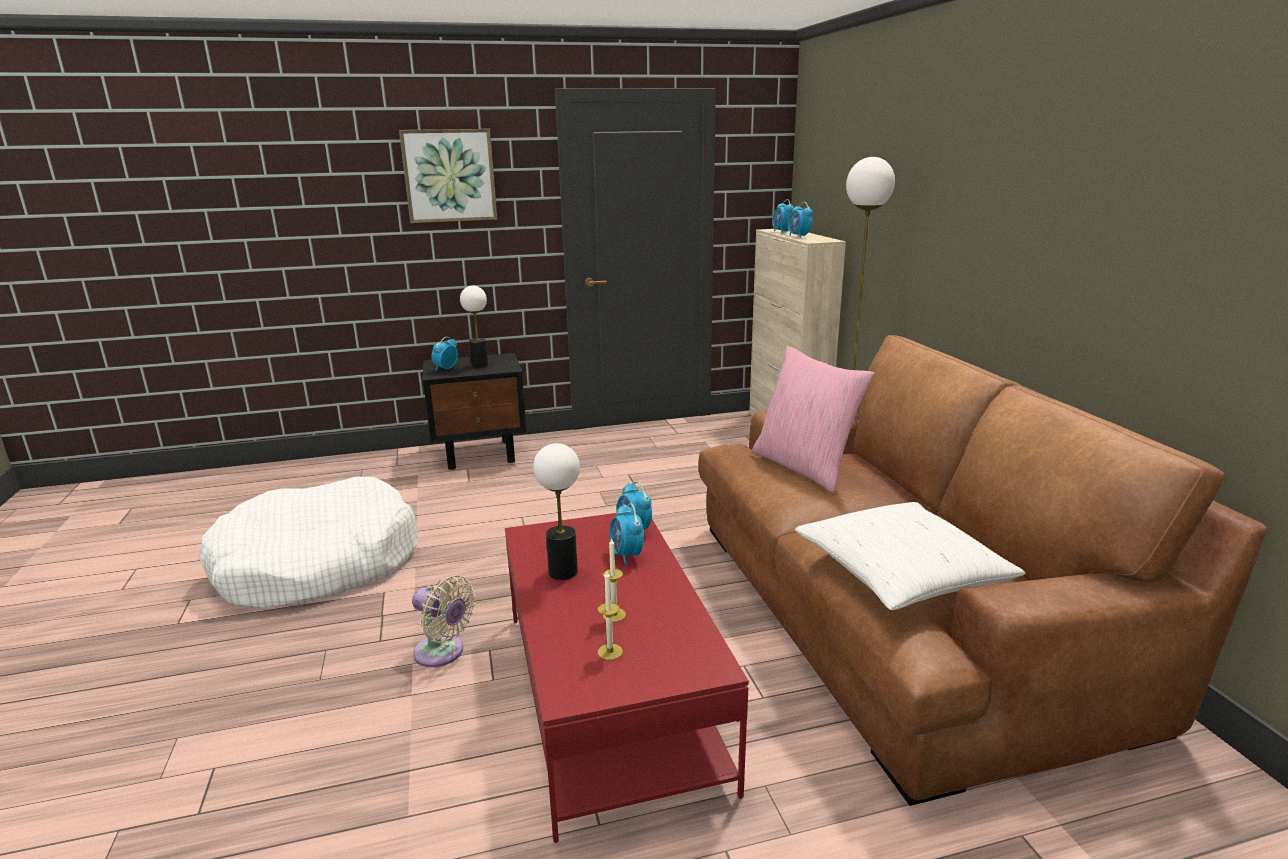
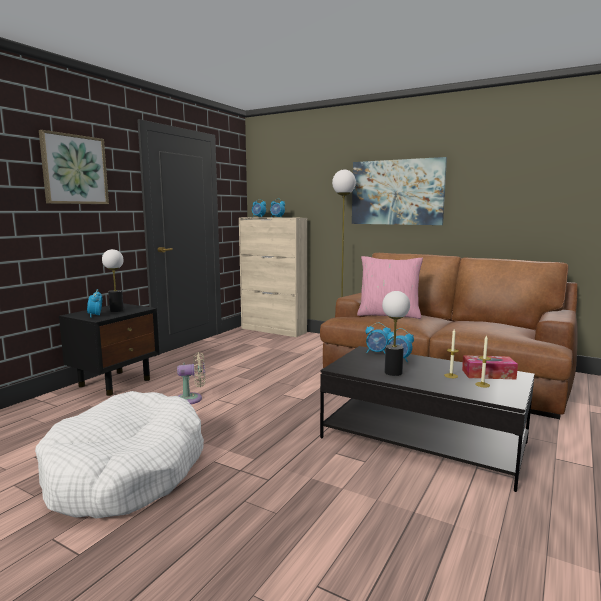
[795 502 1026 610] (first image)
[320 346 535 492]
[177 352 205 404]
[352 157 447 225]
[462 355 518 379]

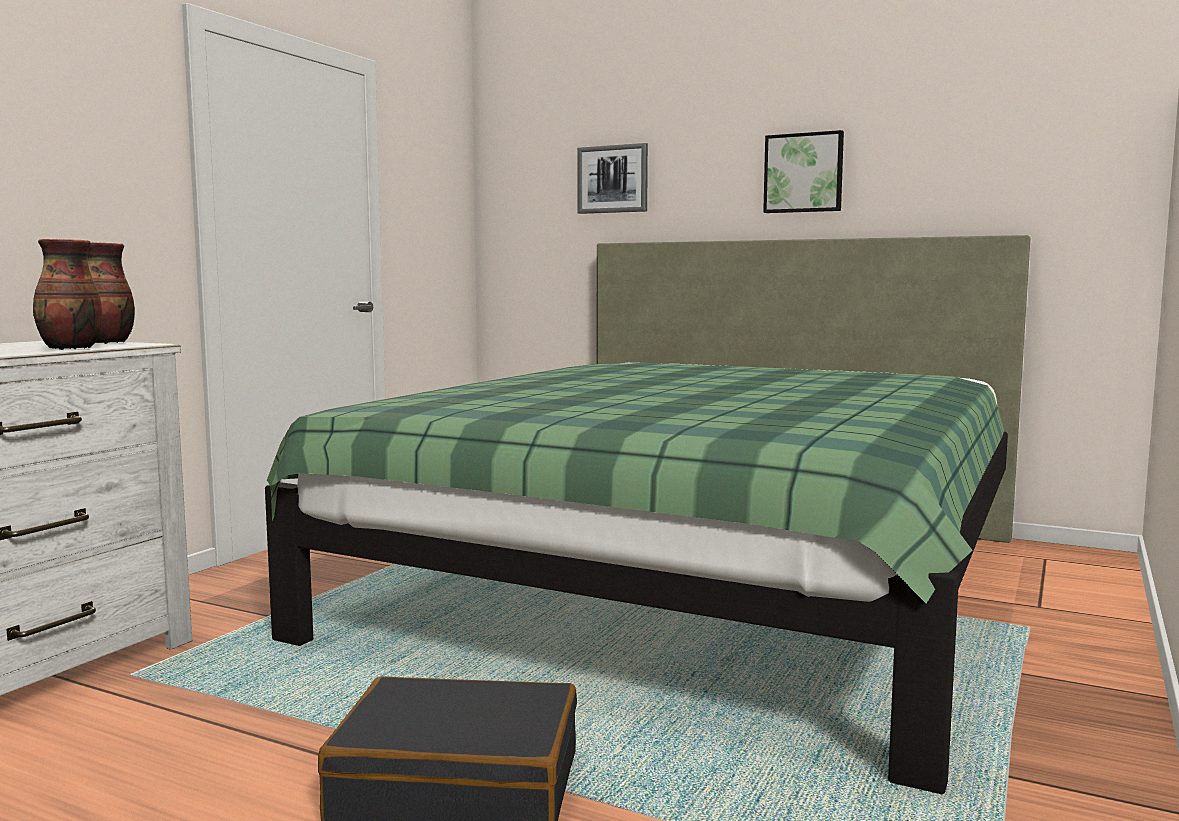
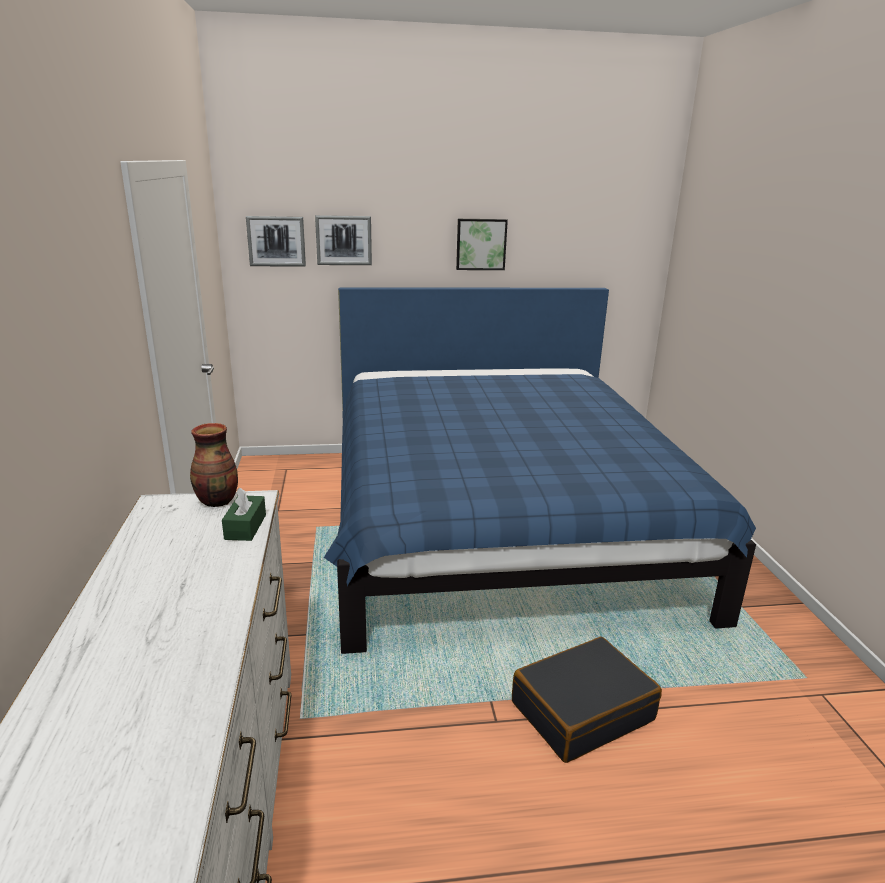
[324 287 756 654]
[222 487 266 541]
[246 216 306 267]

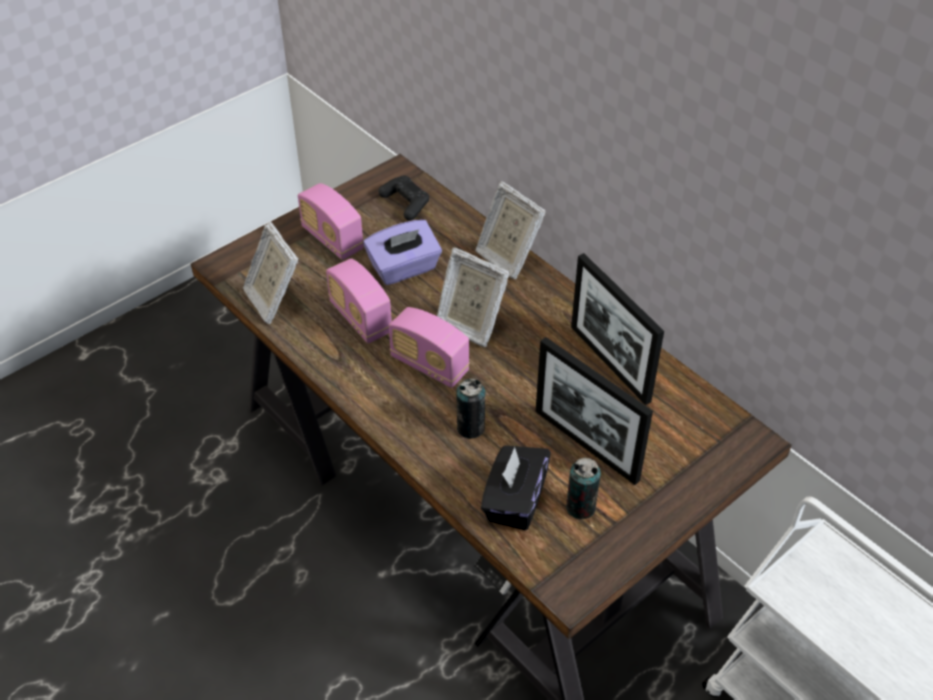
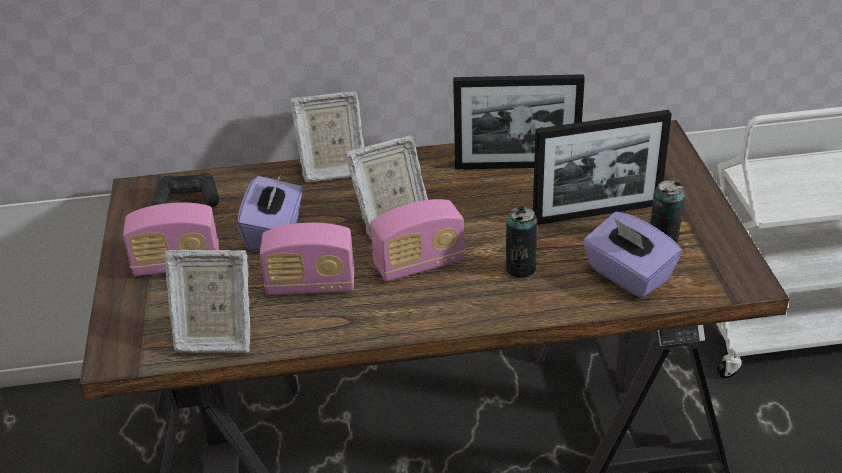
[583 212 682 298]

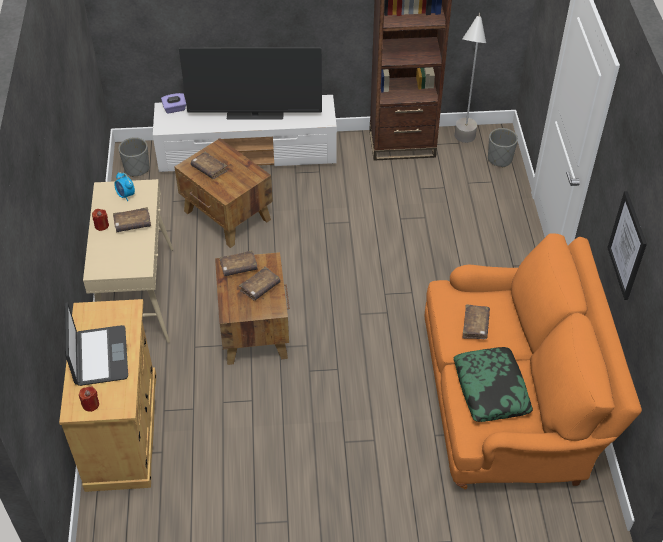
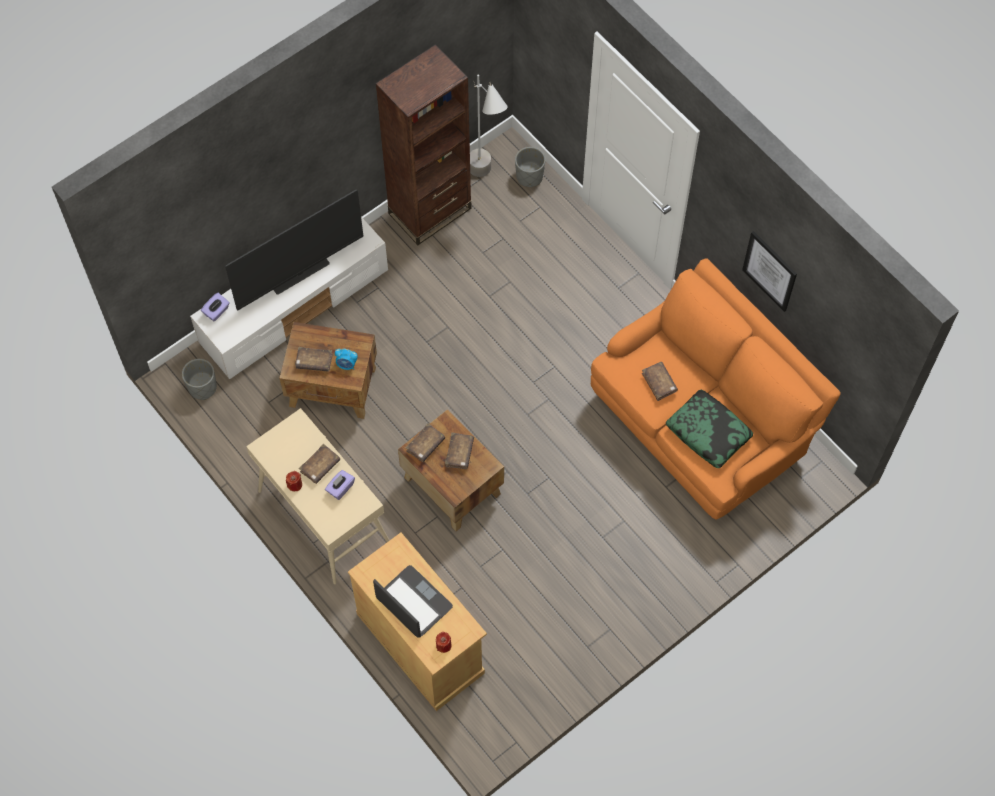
[335 349 358 370]
[325 470 355 500]

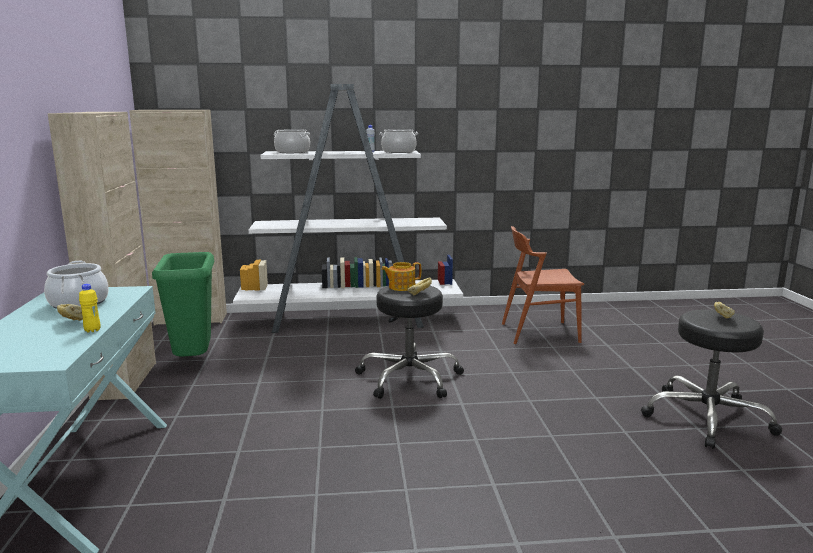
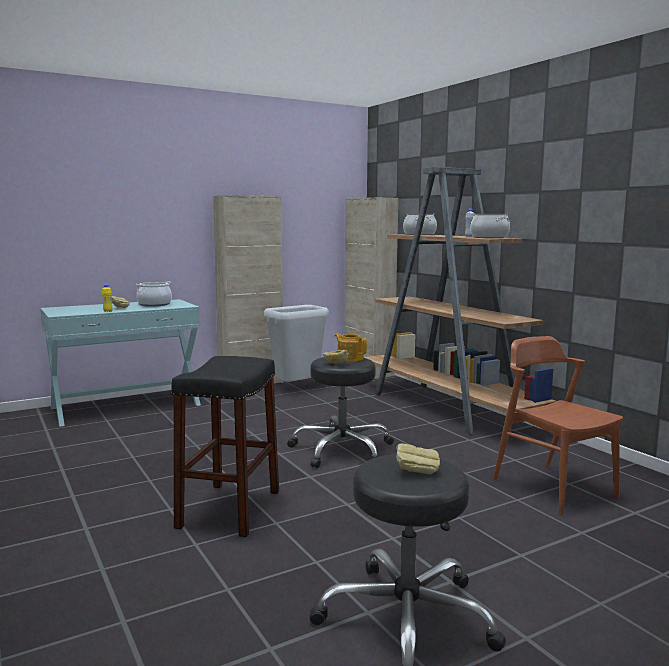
[363 167 556 435]
[264 305 329 382]
[171 356 279 537]

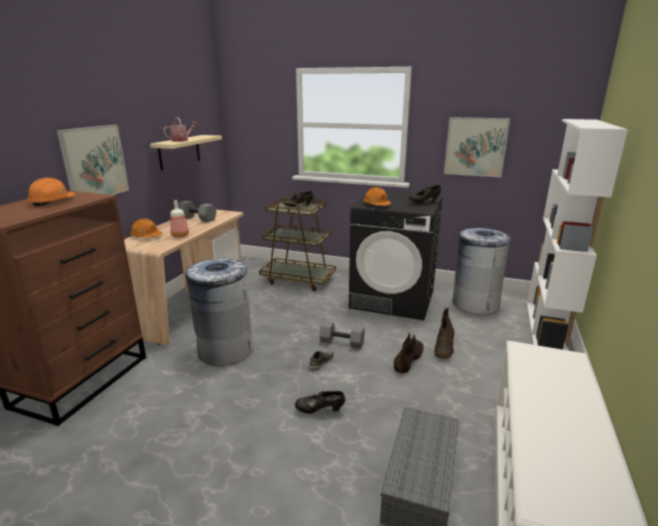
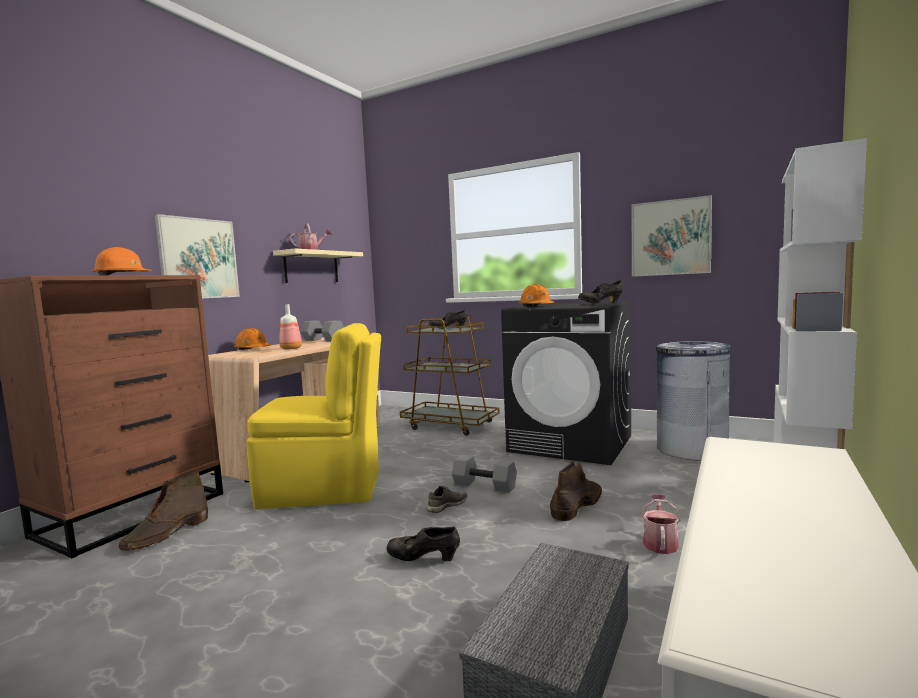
[247 323 381 510]
[118 471 208 551]
[641 494 681 554]

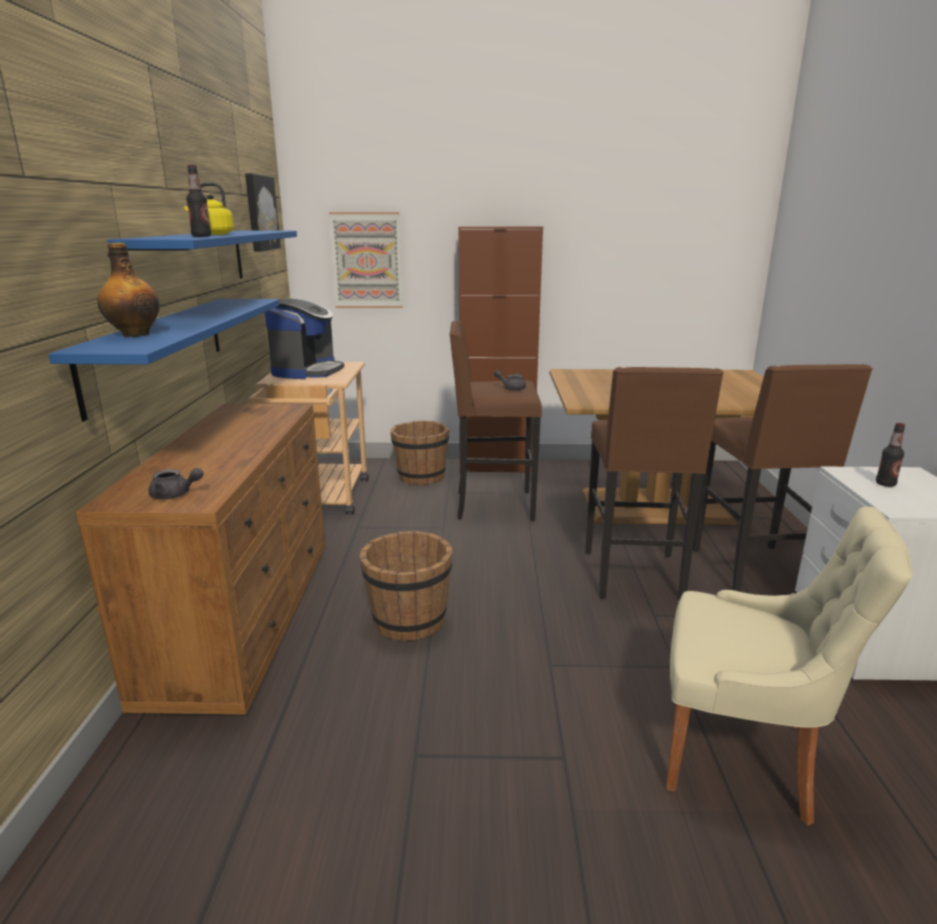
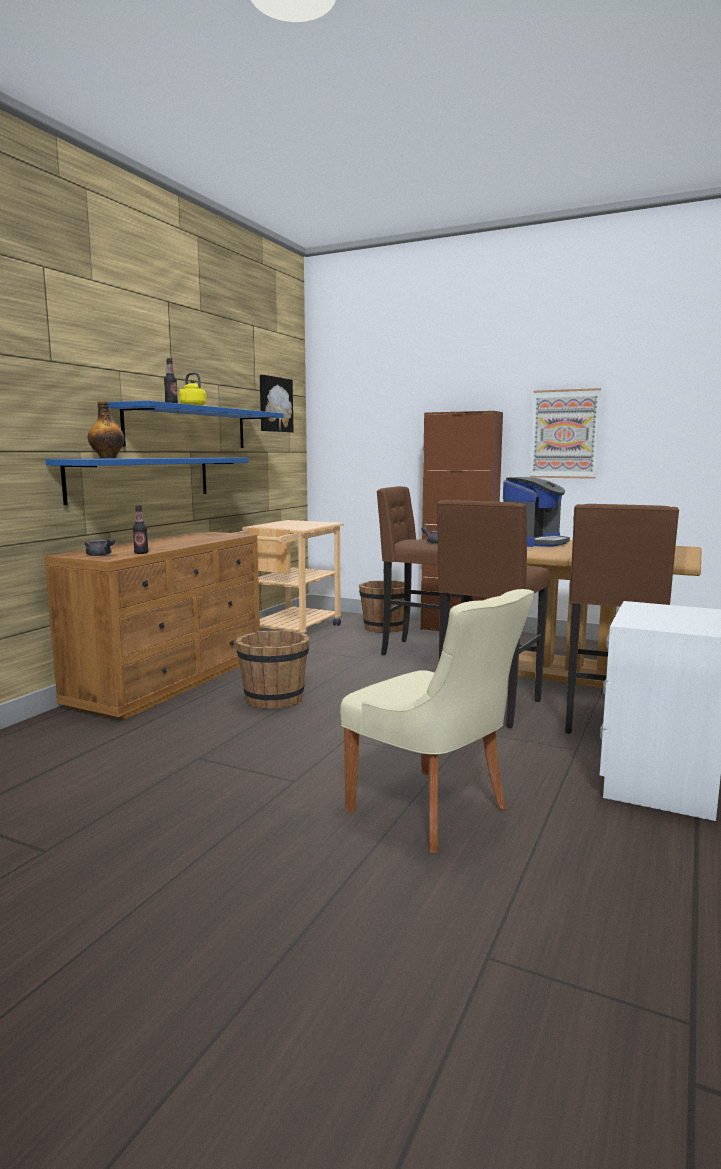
[530 388 601 479]
[503 477 570 547]
[133 505 149 554]

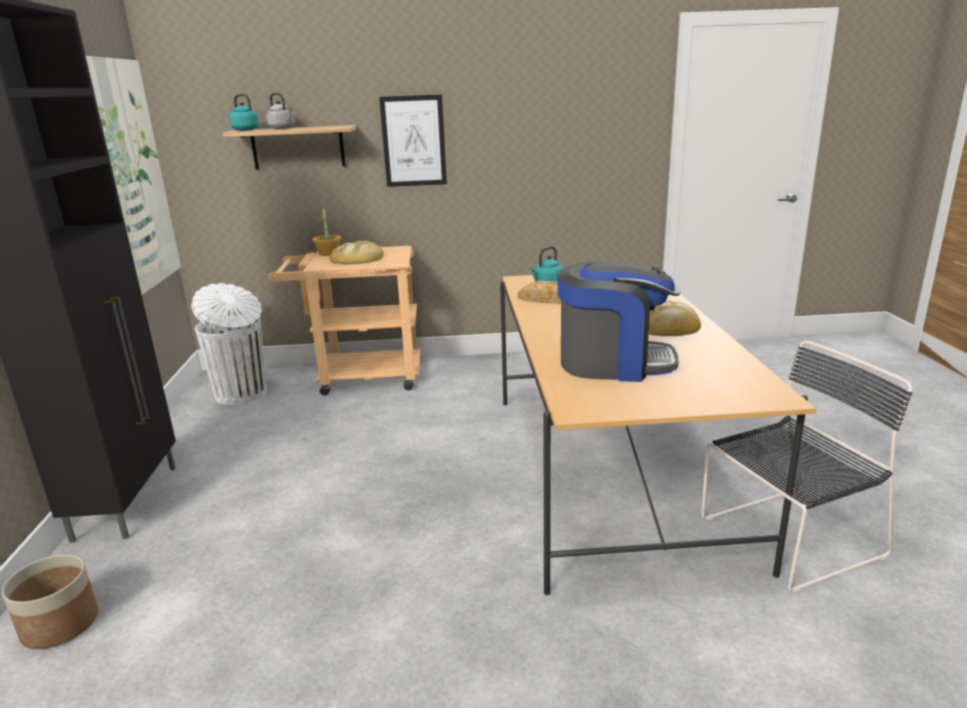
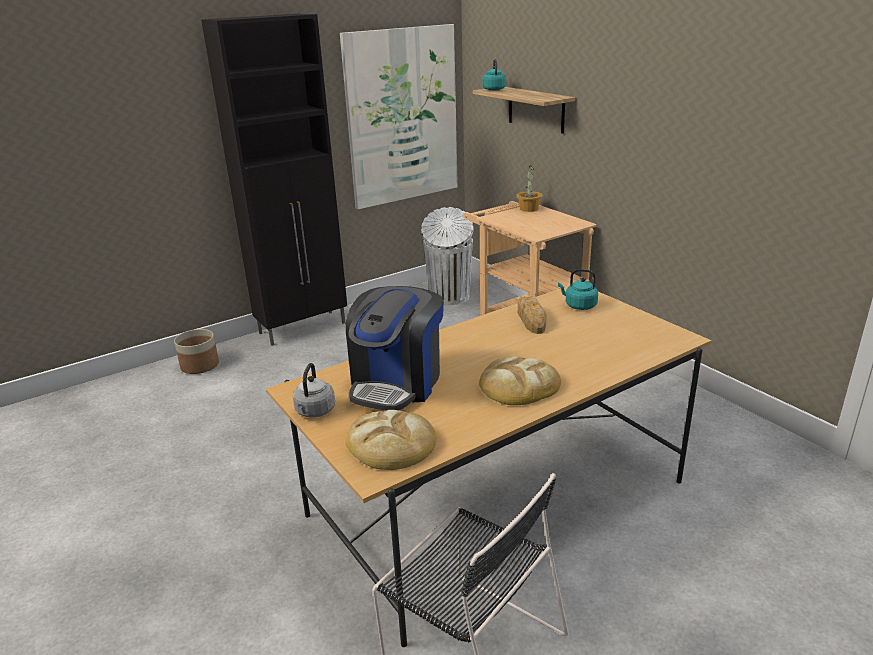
[293 363 335 418]
[379 95 447 187] (first image)
[345 410 436 470]
[346 286 444 411]

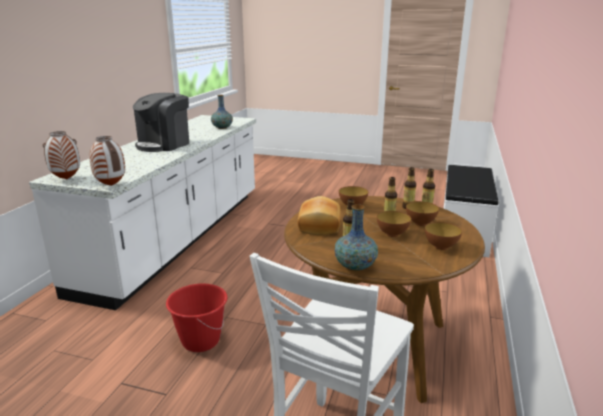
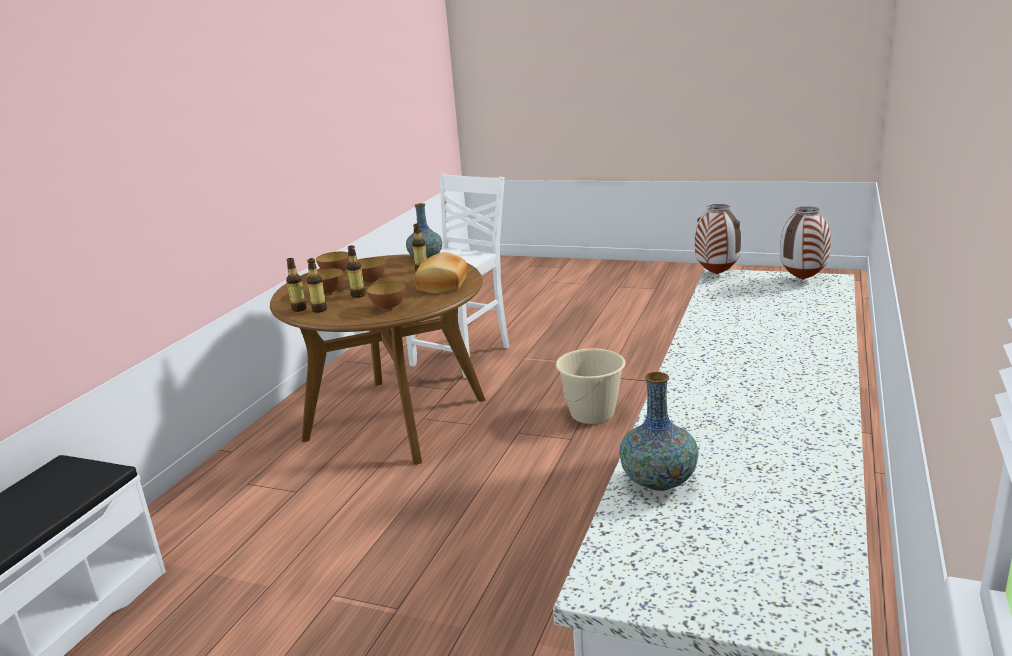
[133 93 189 152] (first image)
[556 348 626 424]

